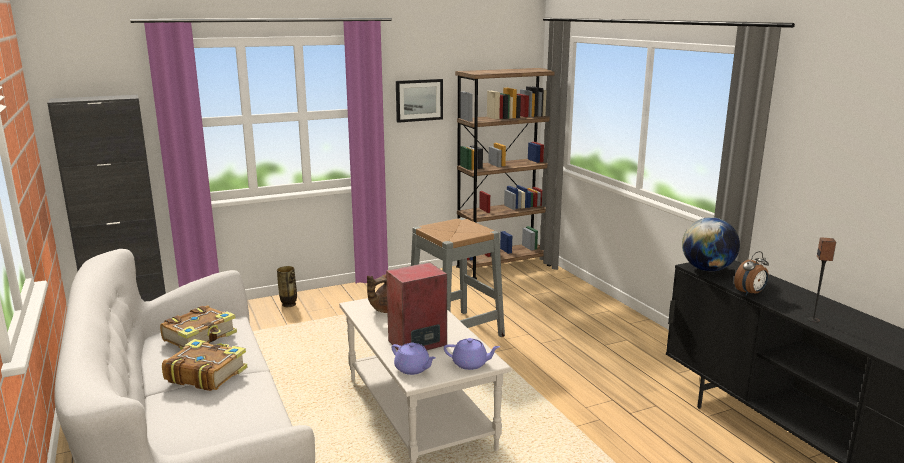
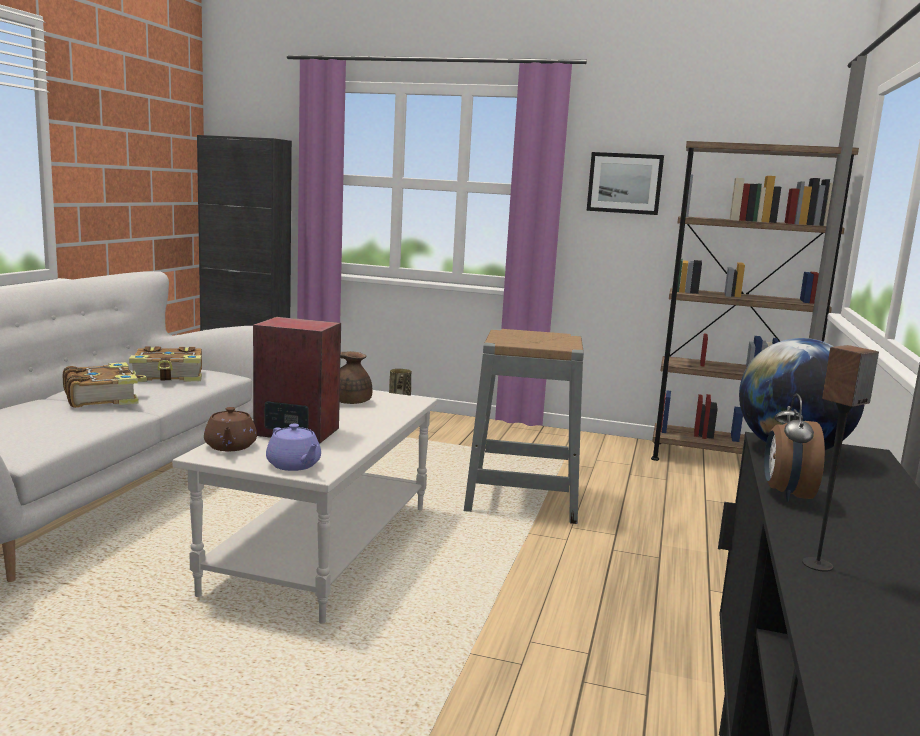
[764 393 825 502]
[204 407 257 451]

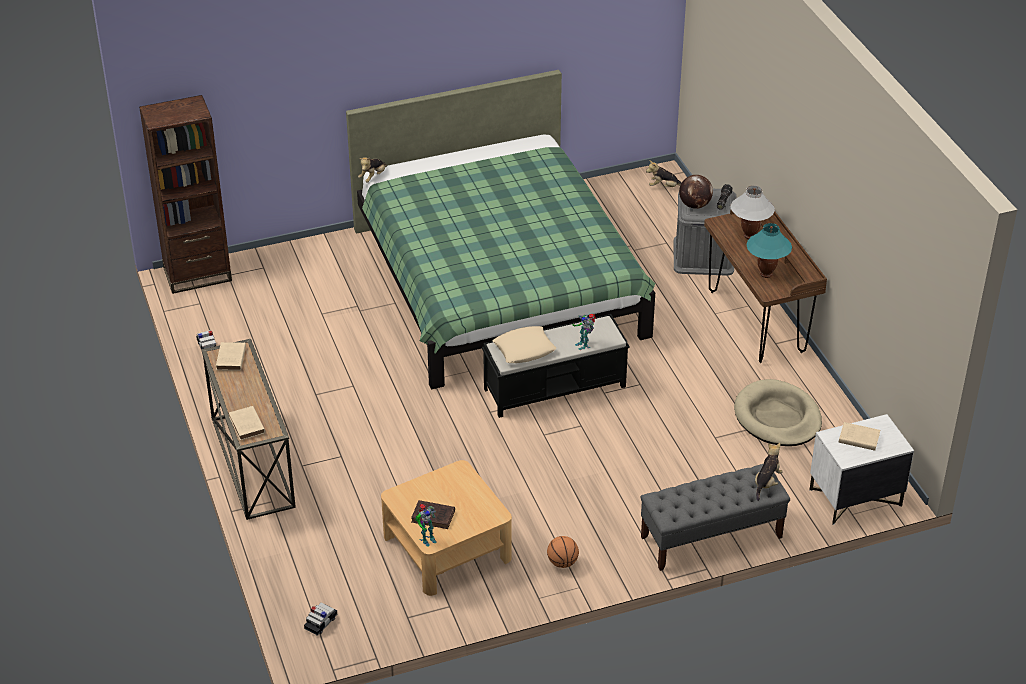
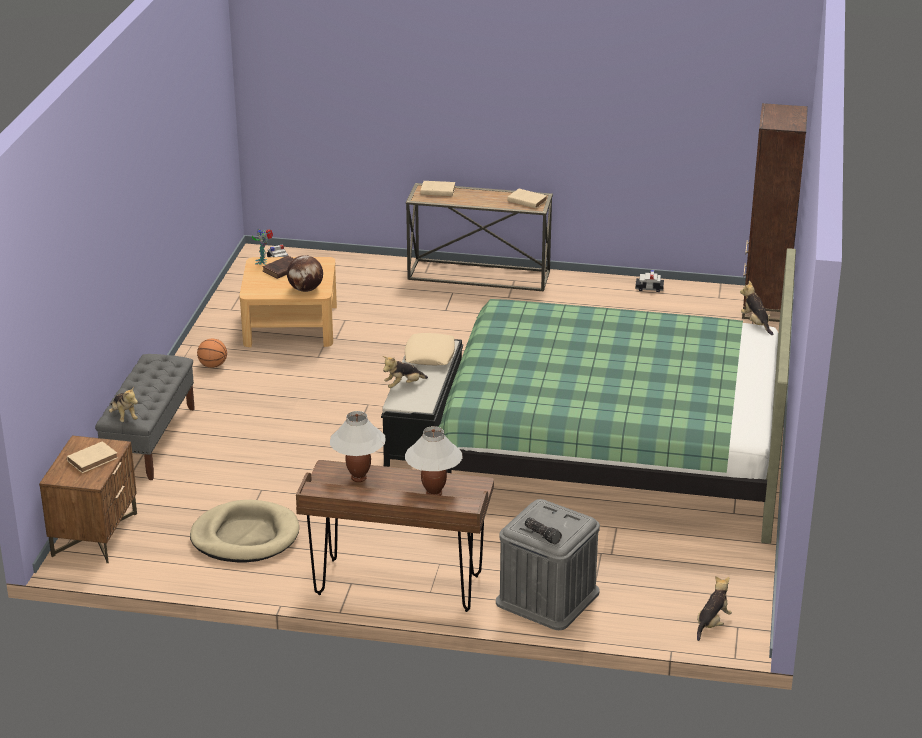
[287 255 323 292]
[330 411 385 482]
[383 356 428 388]
[39 435 137 563]

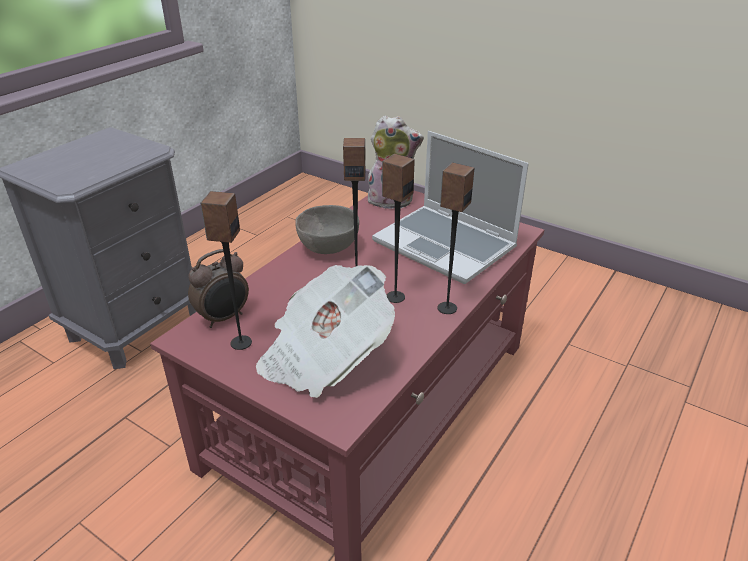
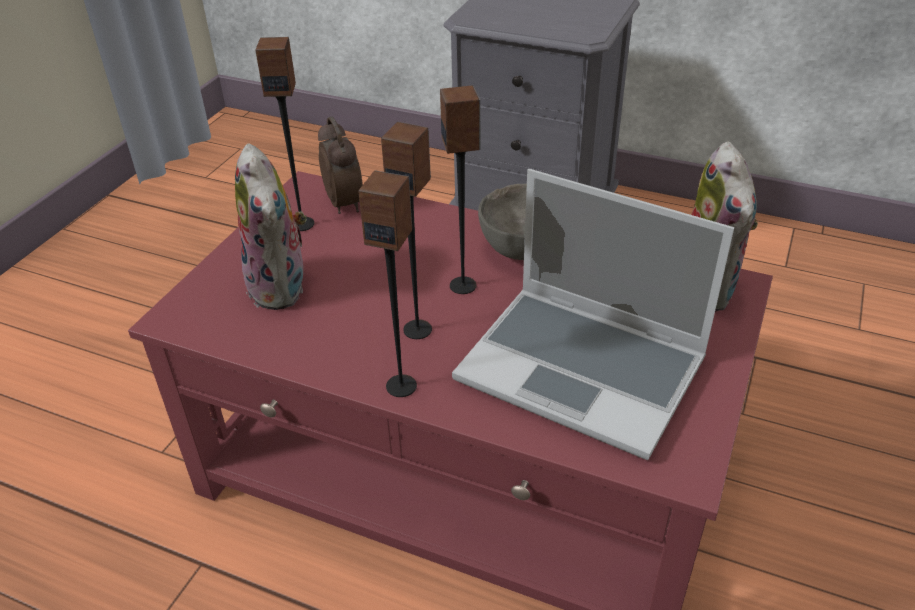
[452 169 734 460]
[318 117 363 214]
[235 144 307 310]

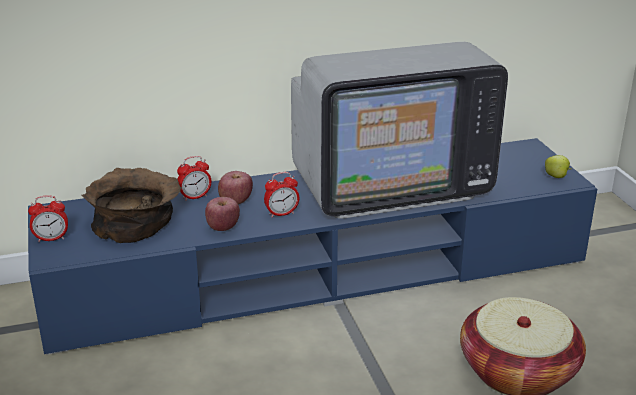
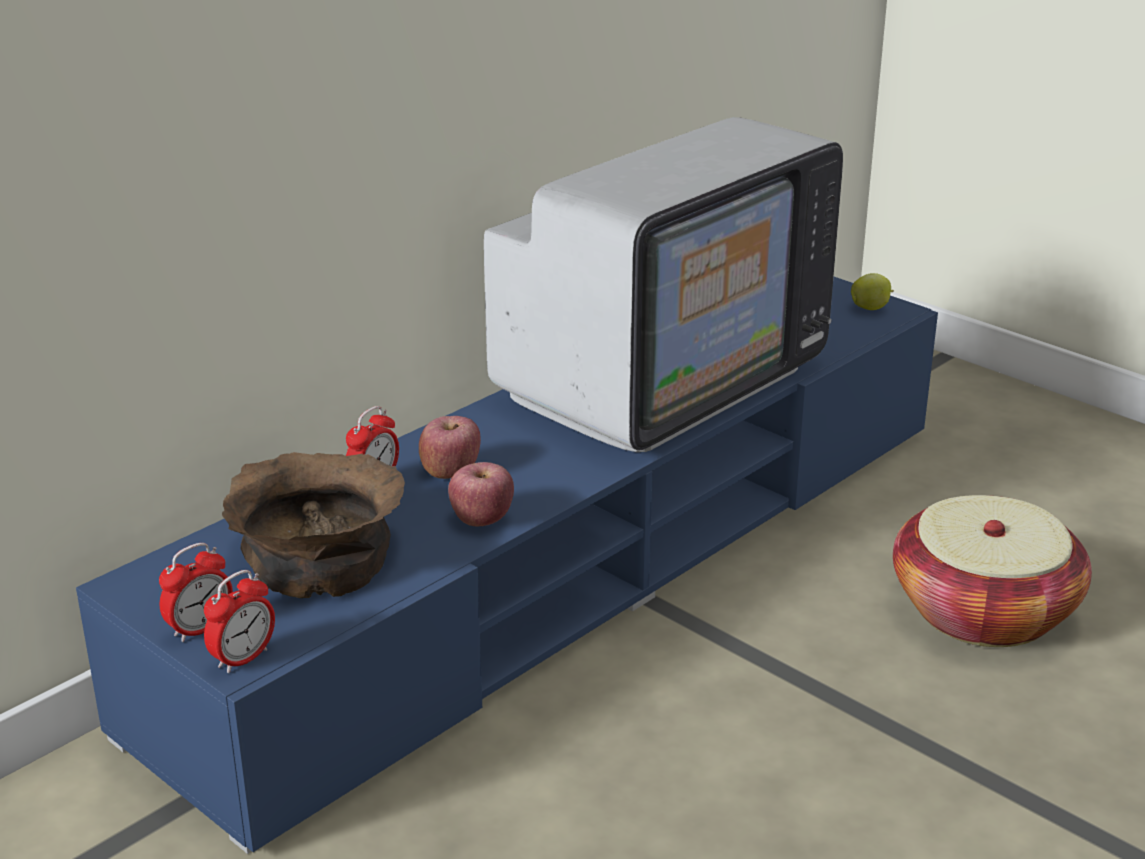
[204 570 275 674]

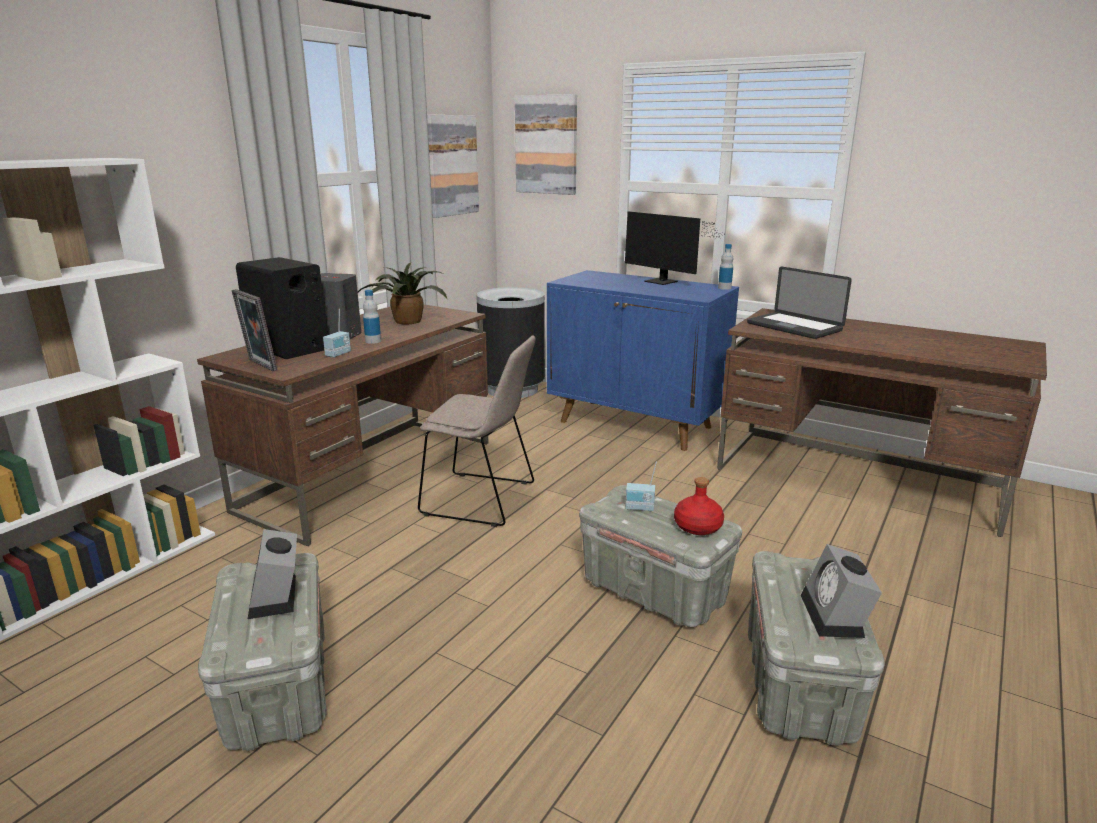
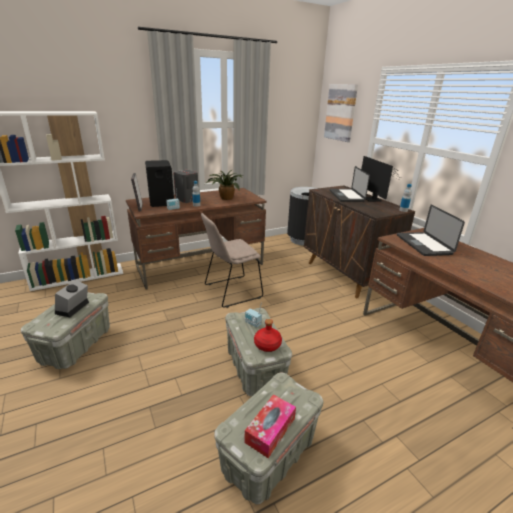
[427 114 479 218] (first image)
[304 186 415 298]
[201 213 263 308]
[244 394 296 458]
[330 166 370 202]

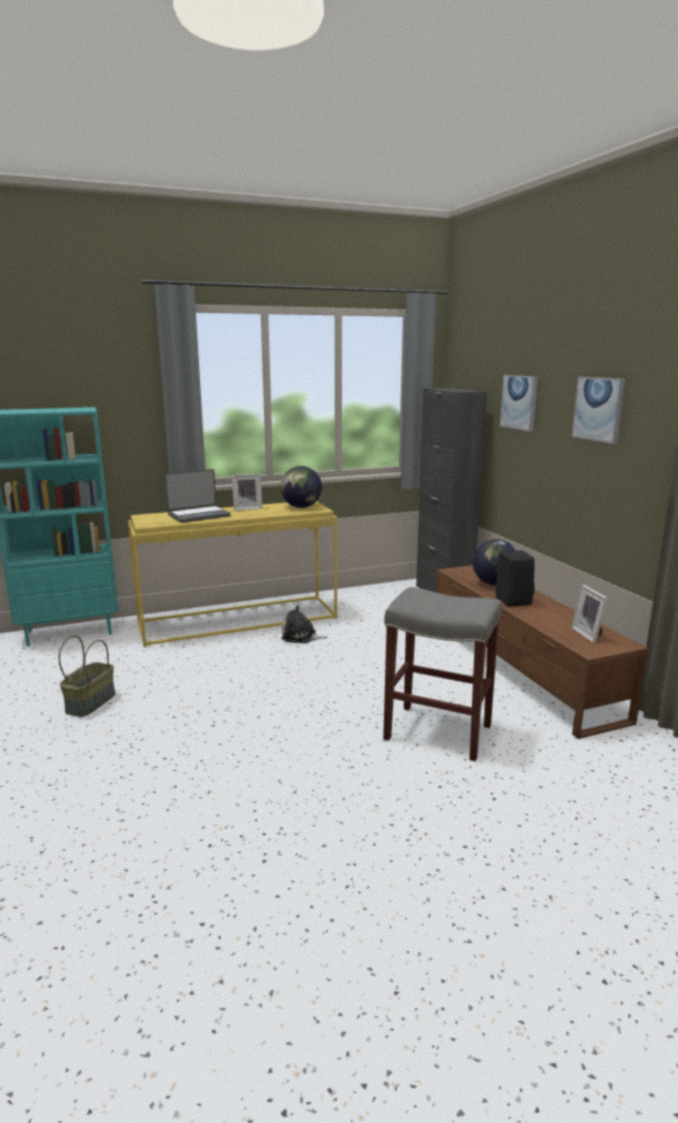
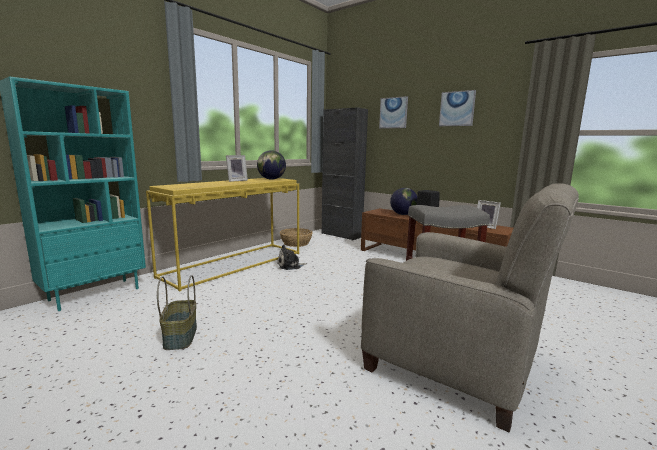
[164 469 231 523] (first image)
[361 183 579 432]
[280 228 313 247]

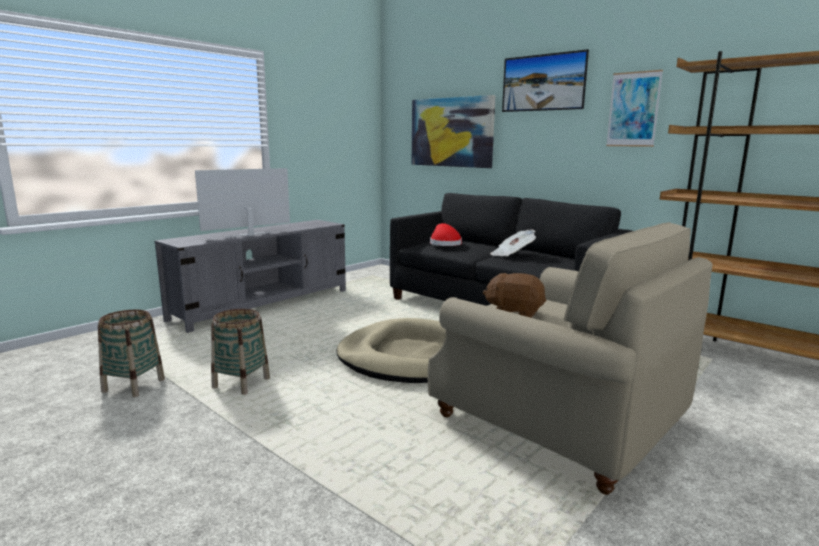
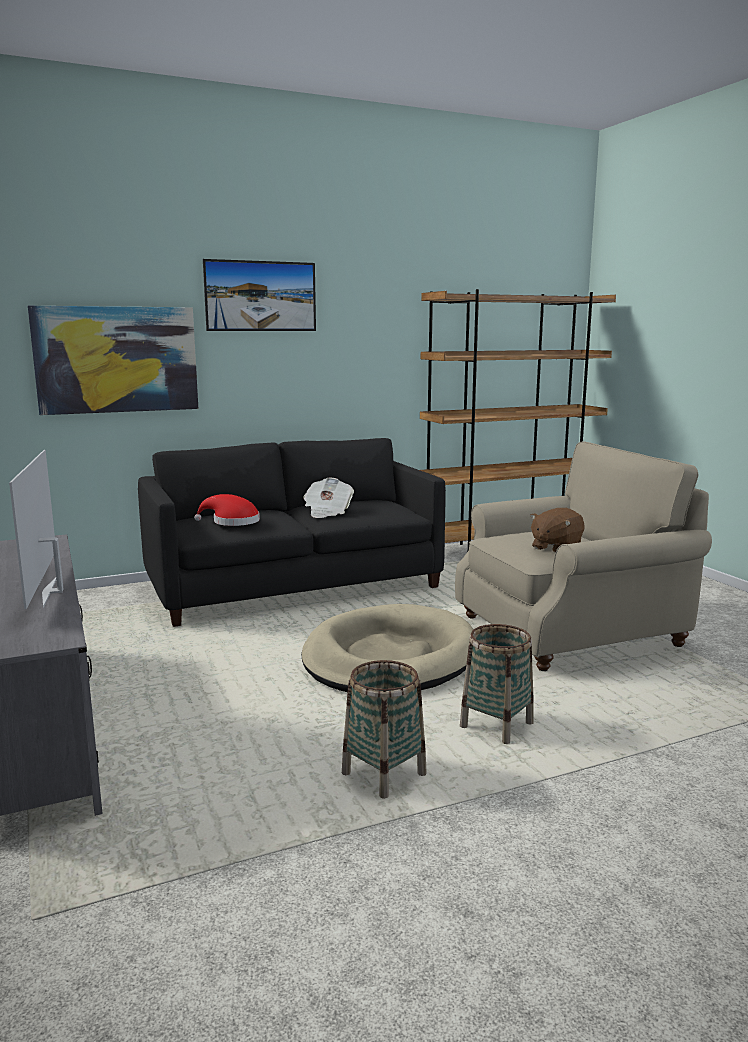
[606 70 663 147] (first image)
[460 624 534 744]

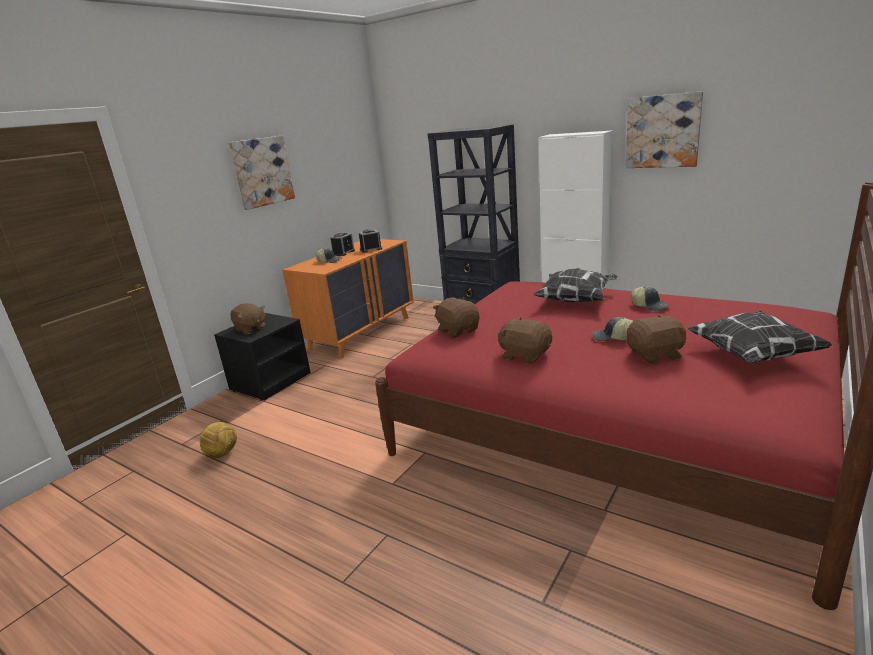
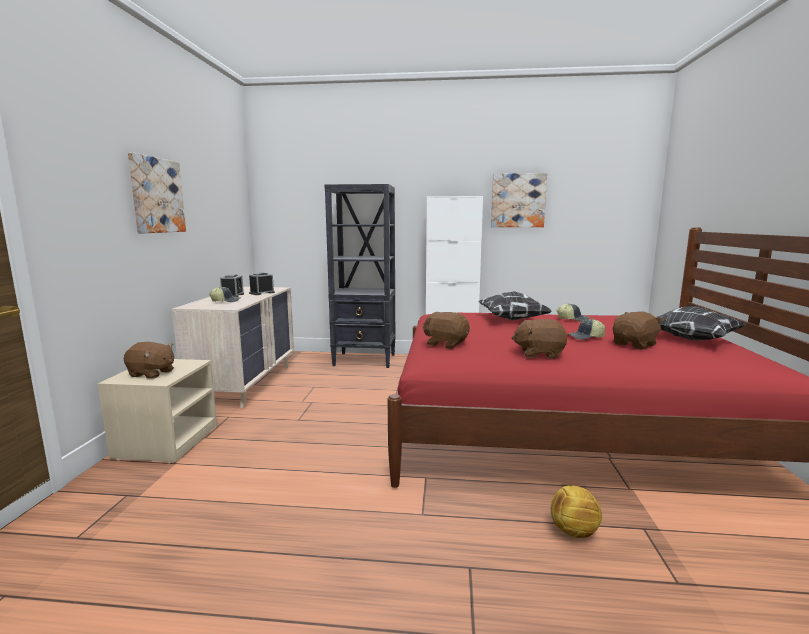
[172 287 294 408]
[98 359 217 463]
[551 486 602 538]

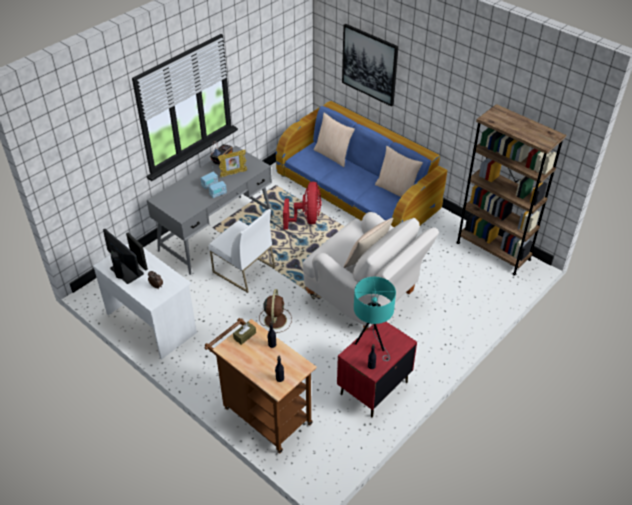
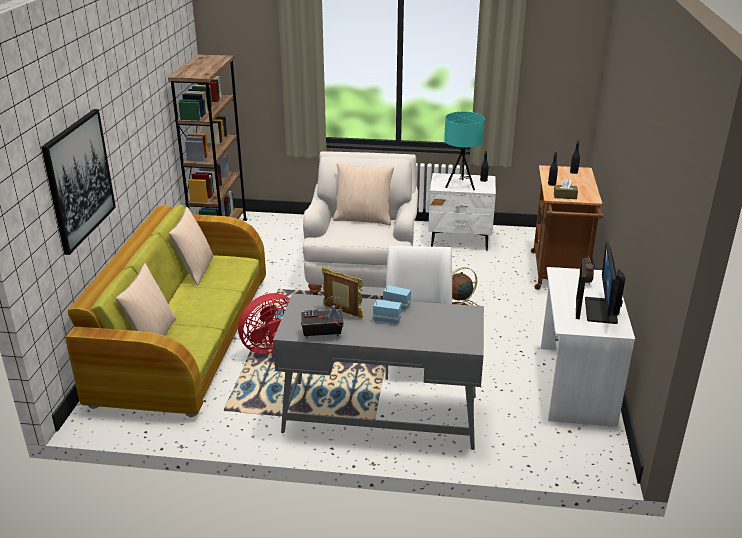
[65 205 266 418]
[428 173 496 251]

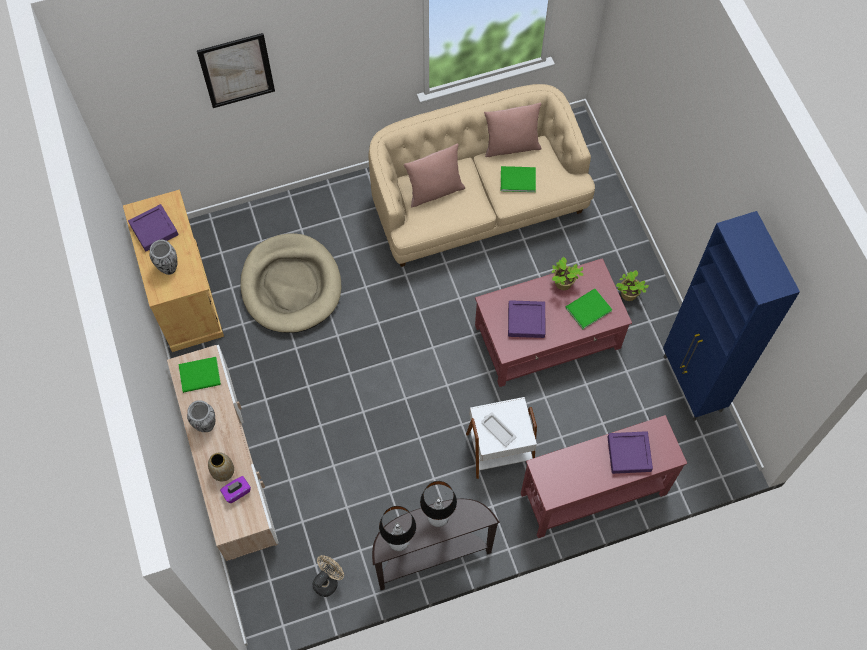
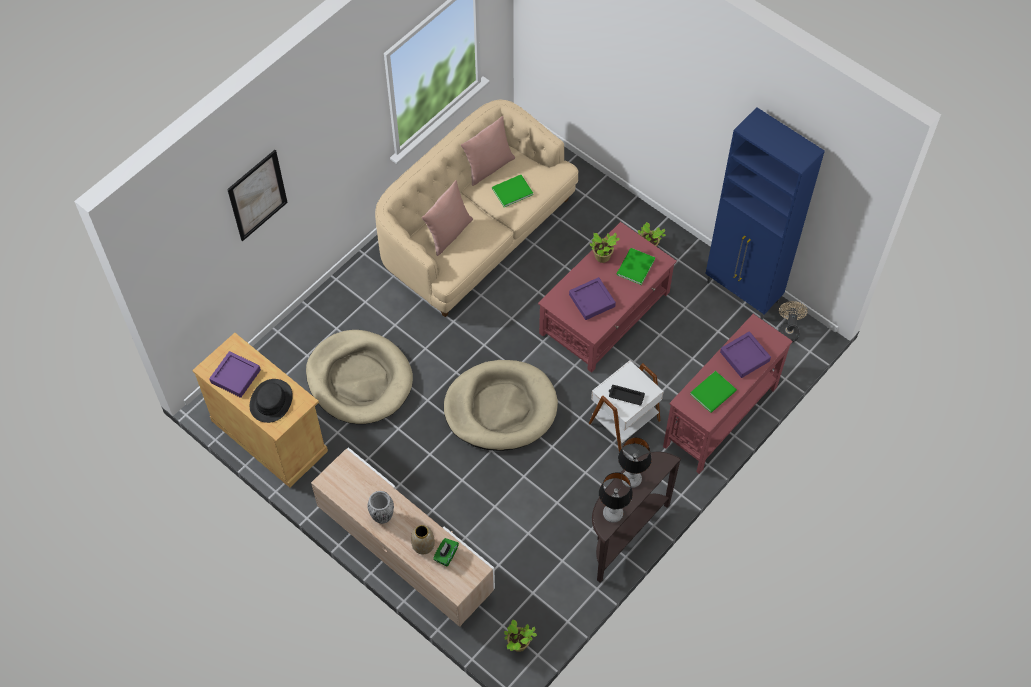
[250 379 293 423]
[690 371 737 413]
[609 385 645 405]
[433 538 459 567]
[778 301 808 342]
[444 360 558 451]
[504 619 537 652]

